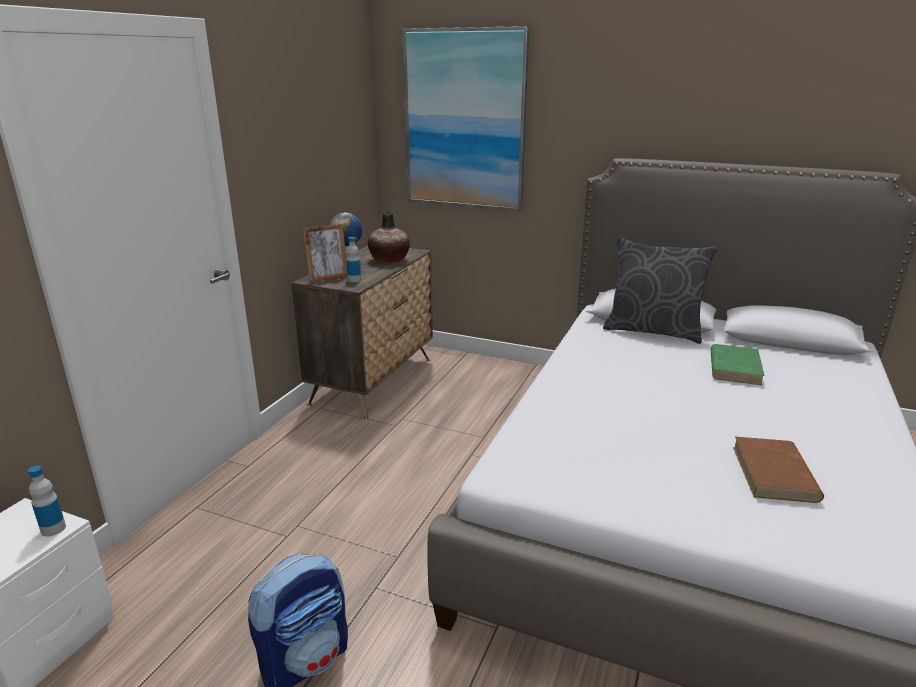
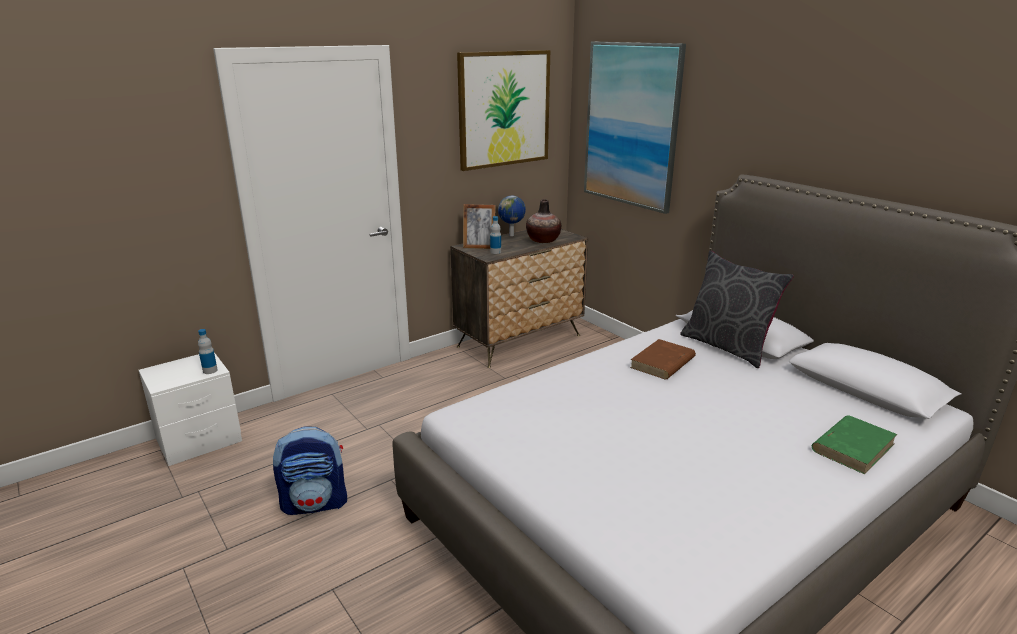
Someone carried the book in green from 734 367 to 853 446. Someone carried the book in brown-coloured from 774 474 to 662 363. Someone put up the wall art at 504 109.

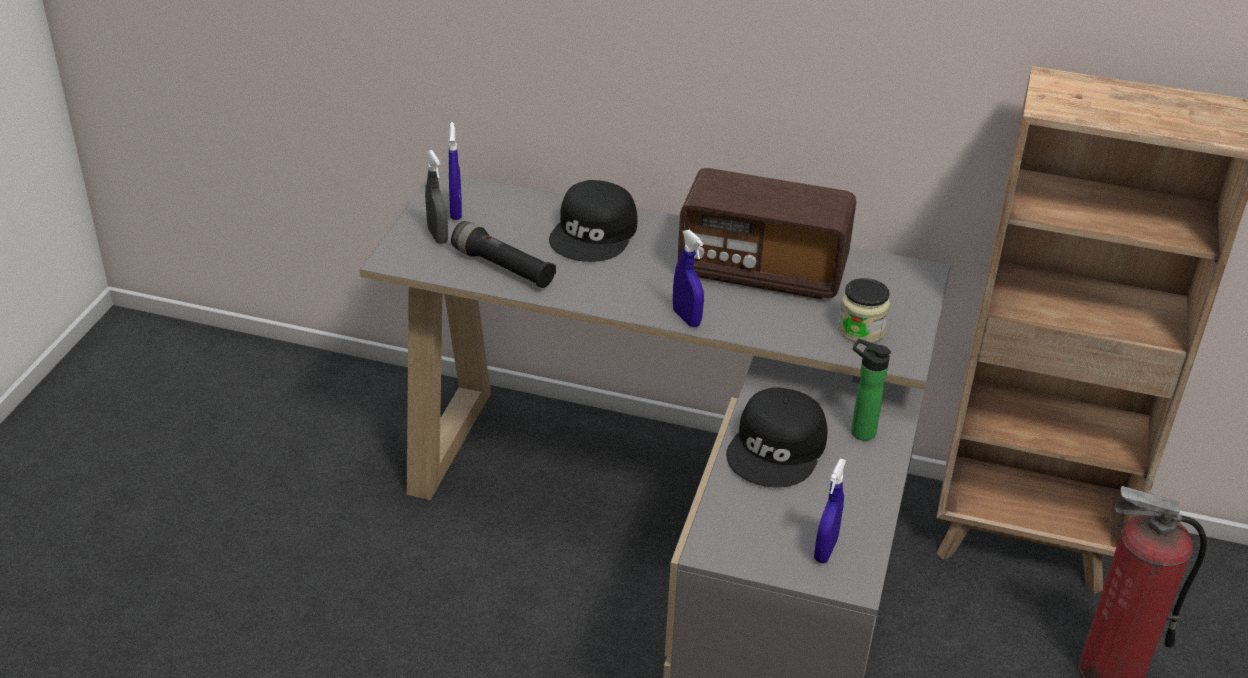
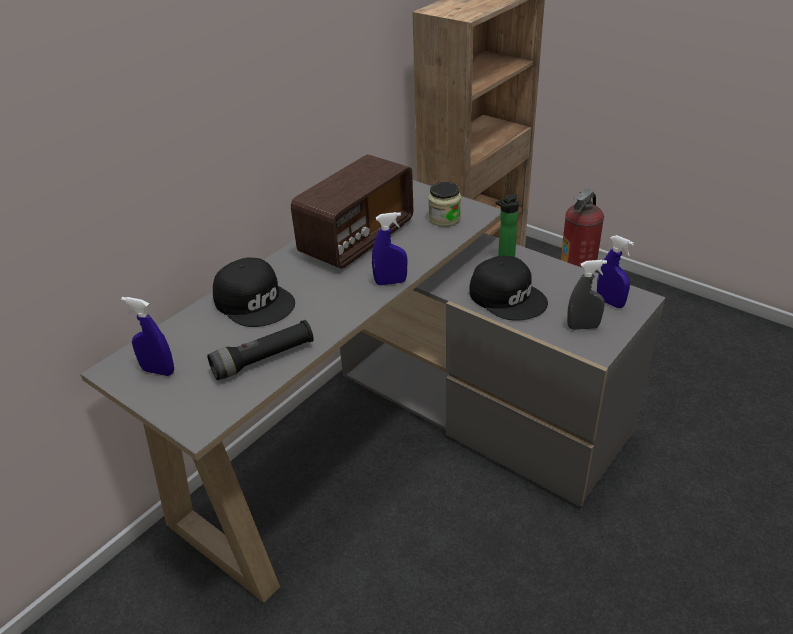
Someone carried the hand sprayer in grey from 438 236 to 583 327.

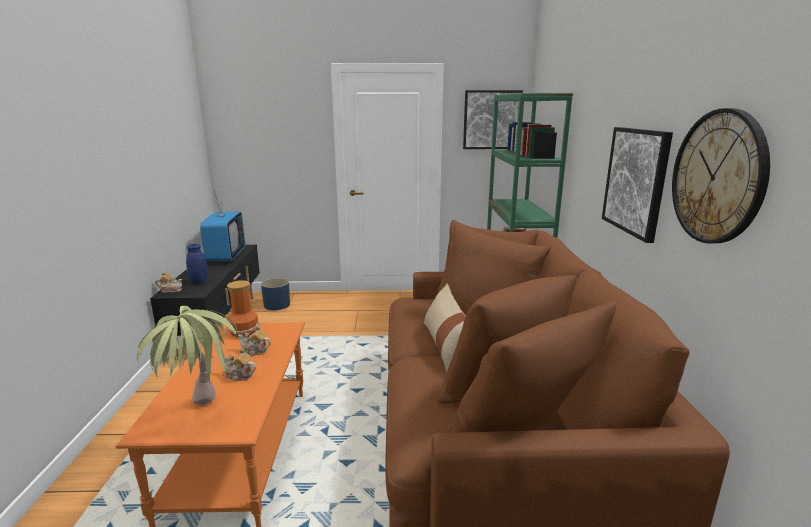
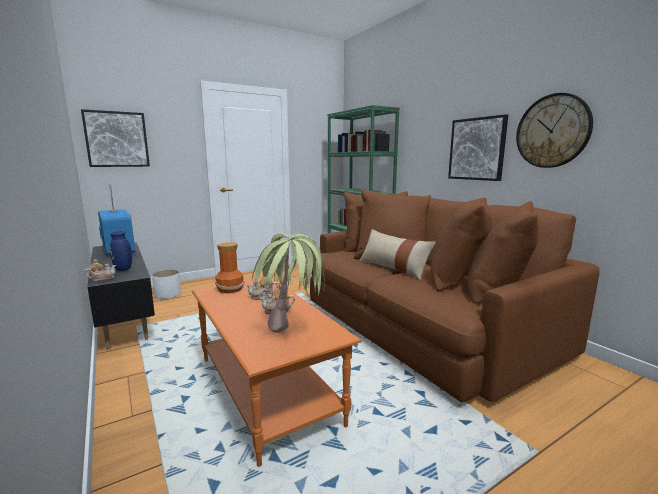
Someone repainted the flower pot in bluish at 277 305, which became the flower pot in white at 168 294. Someone carried the wall art from 491 120 to 117 139.

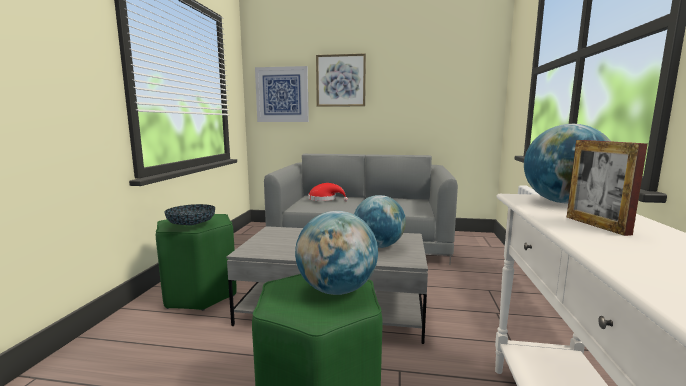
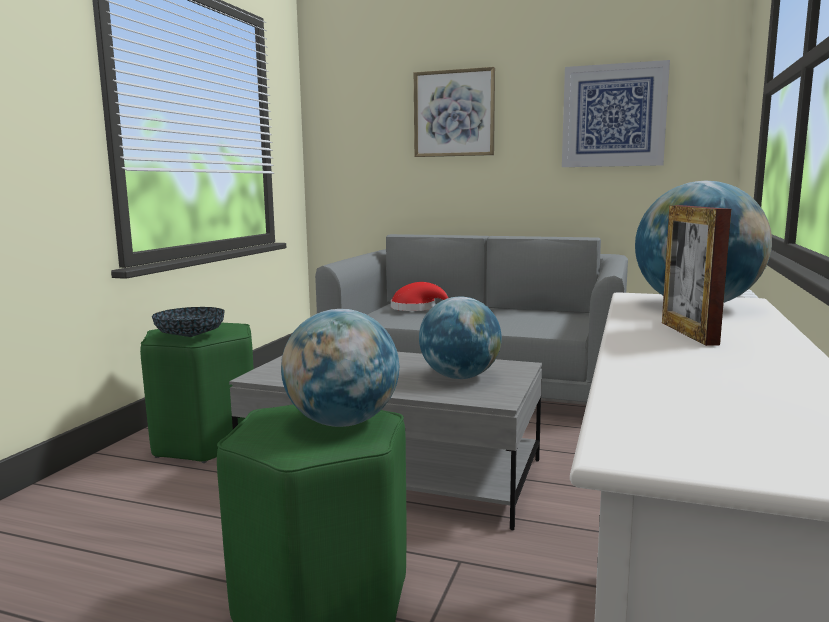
Someone carried the wall art from 282 94 to 613 116.

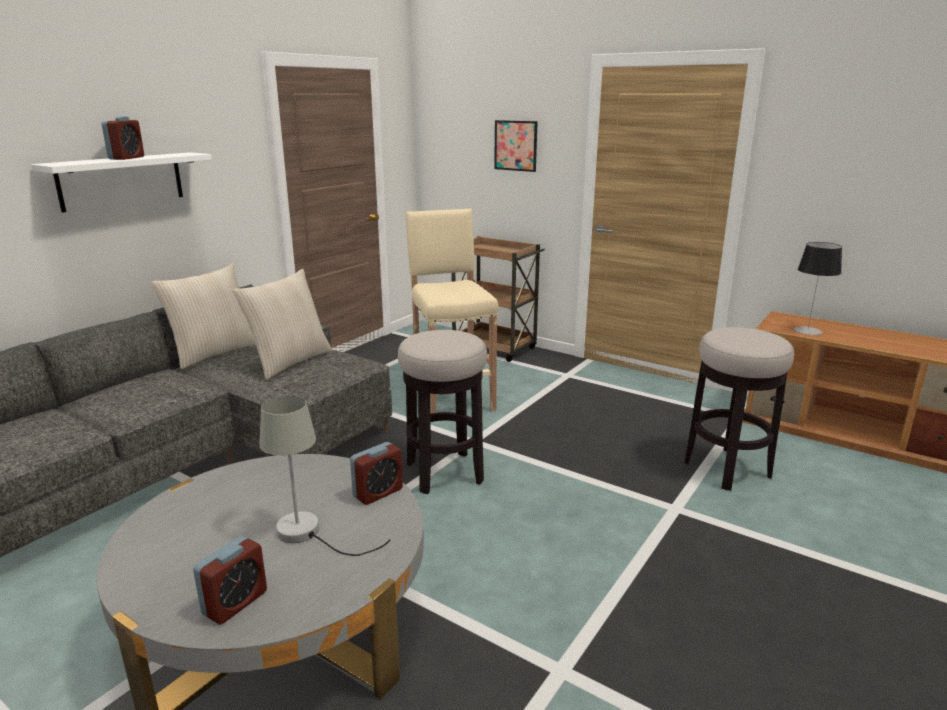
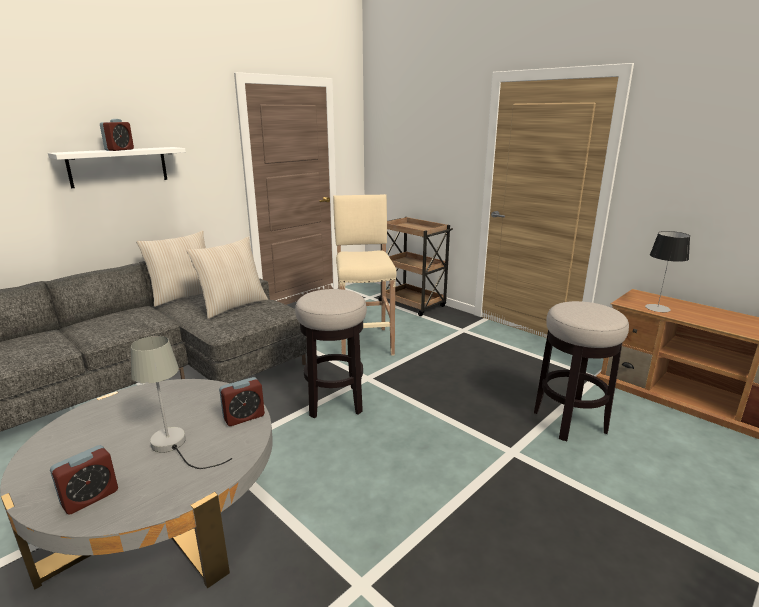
Someone took away the wall art at 515 145.

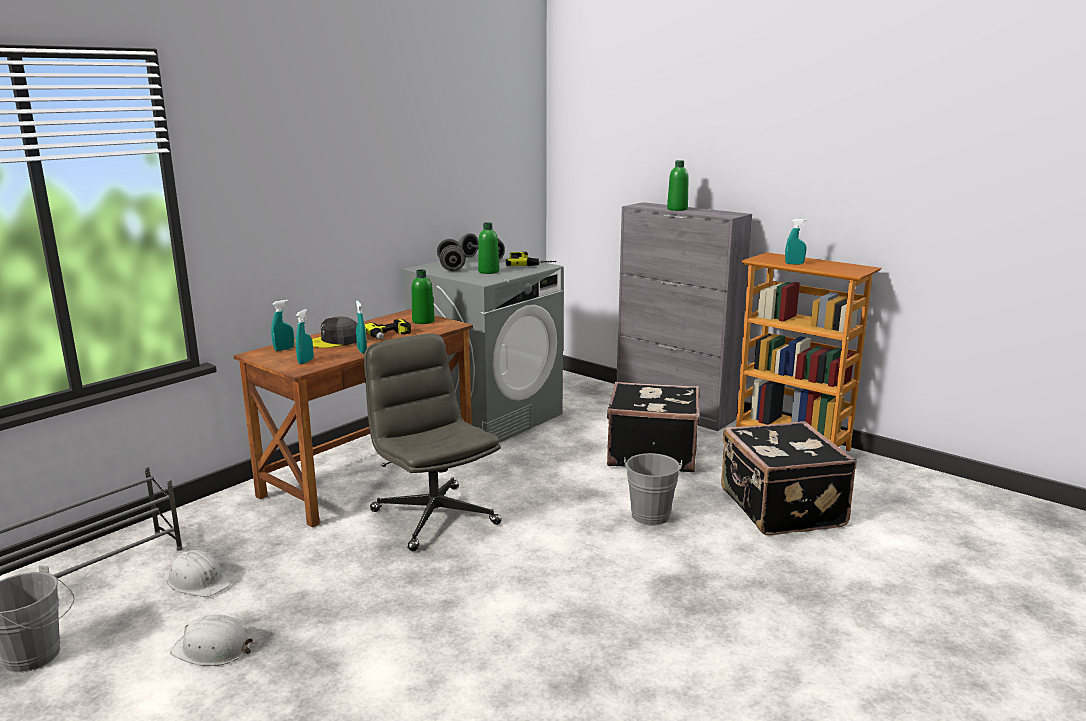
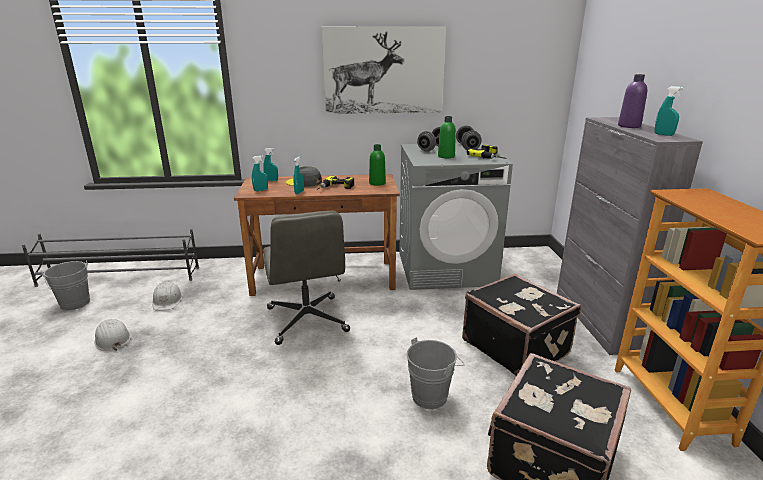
Someone rotated the desk chair in grey at 433 517 by 150 degrees clockwise. Someone repainted the drink bottle in green at 677 209, which became the drink bottle in purplish at 629 126. Someone carried the hand sprayer in turquoise from 794 264 to 663 134. Someone put up the wall art at 384 71.

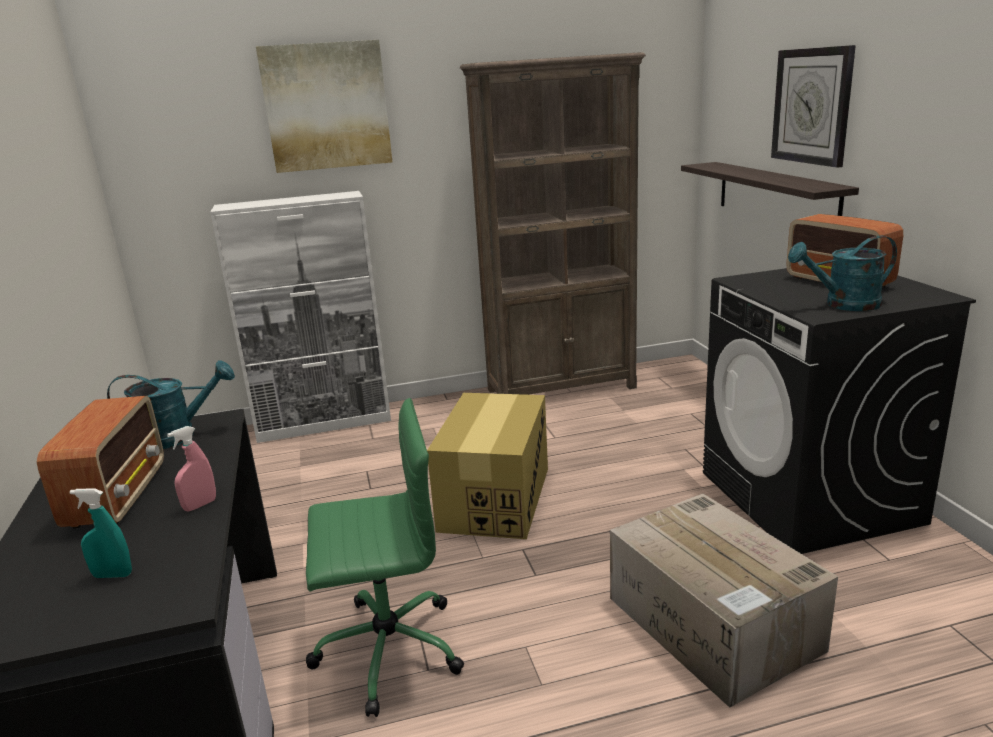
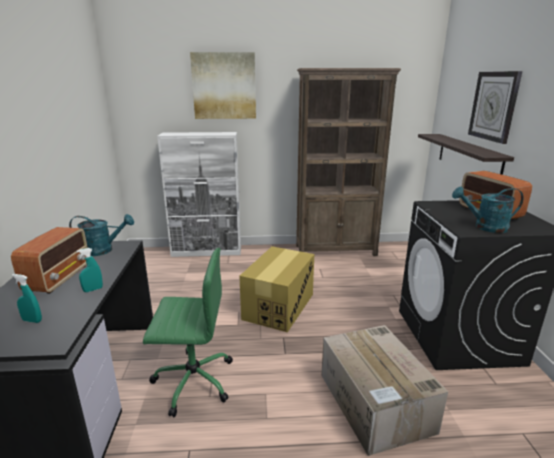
Someone repainted the hand sprayer in pinkish at 200 505, which became the hand sprayer in turquoise at 93 289.

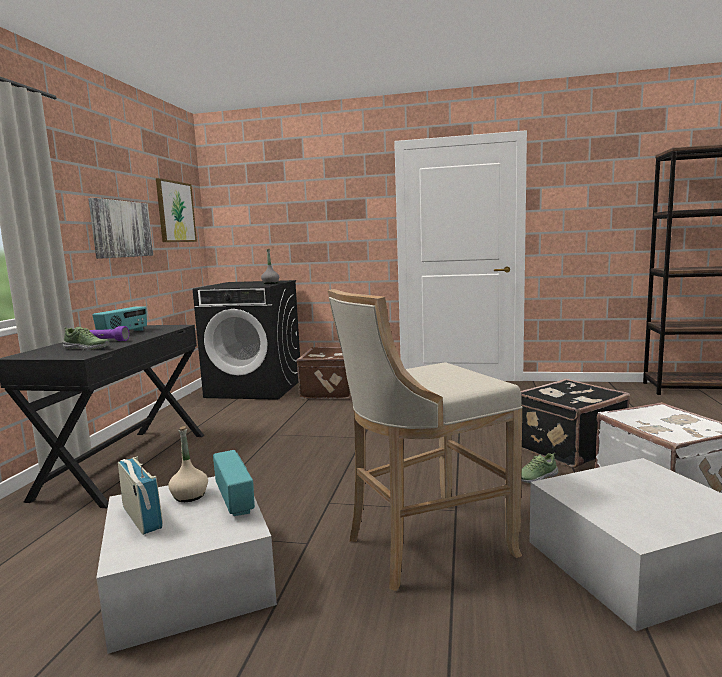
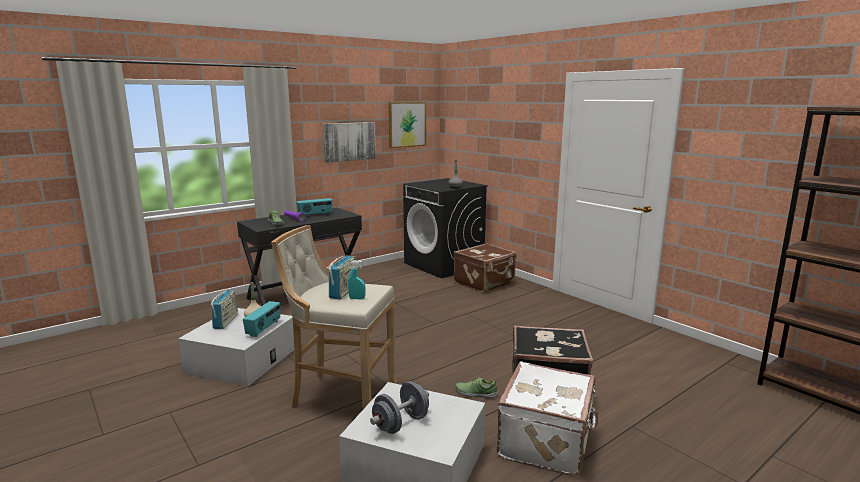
Someone put down the radio at 344 291. Someone put down the hand sprayer in turquoise at 357 298. Someone put down the free weight in grey at 401 423.

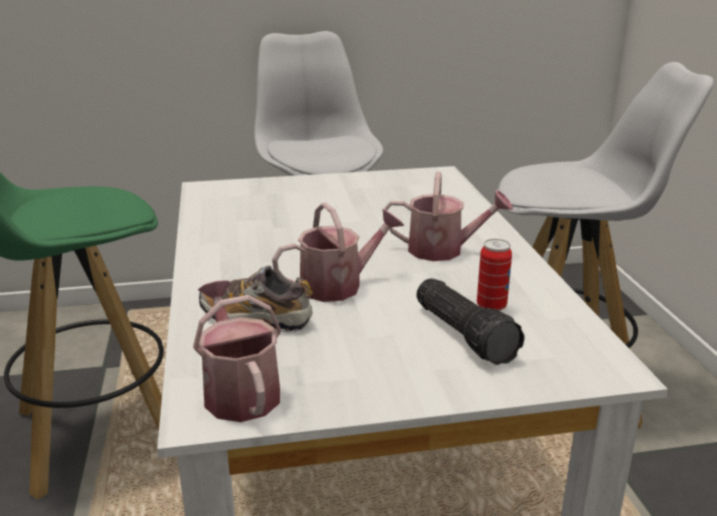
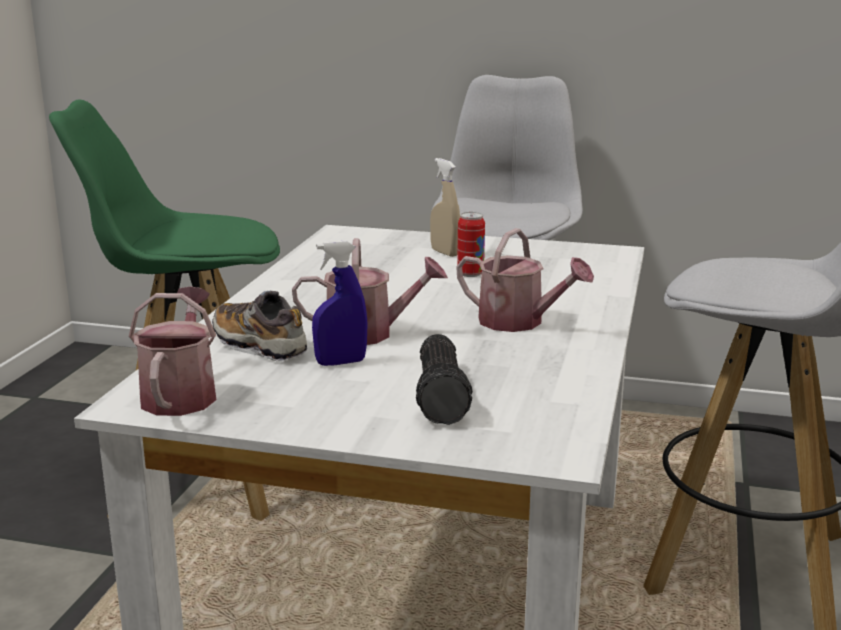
Someone carried the metal can from 491 306 to 470 274. Someone put down the hand sprayer in bluish at 341 362. Someone put down the hand sprayer in beige at 444 253.

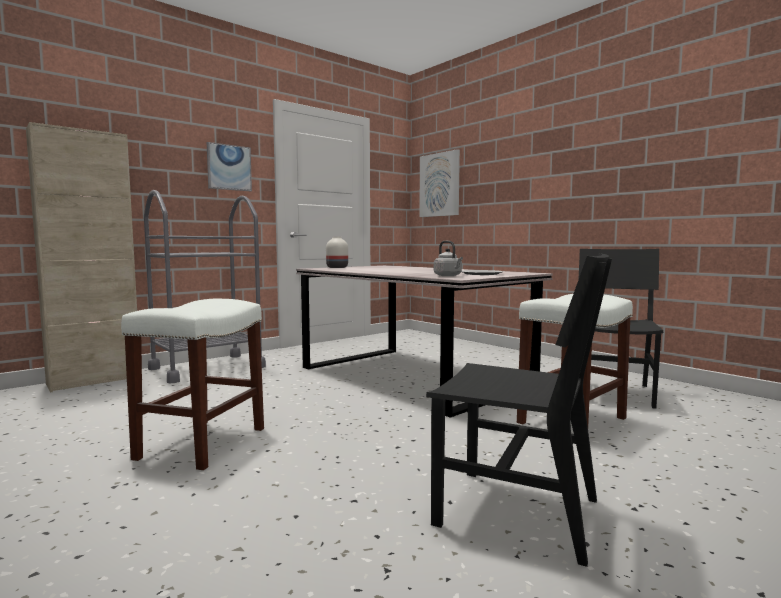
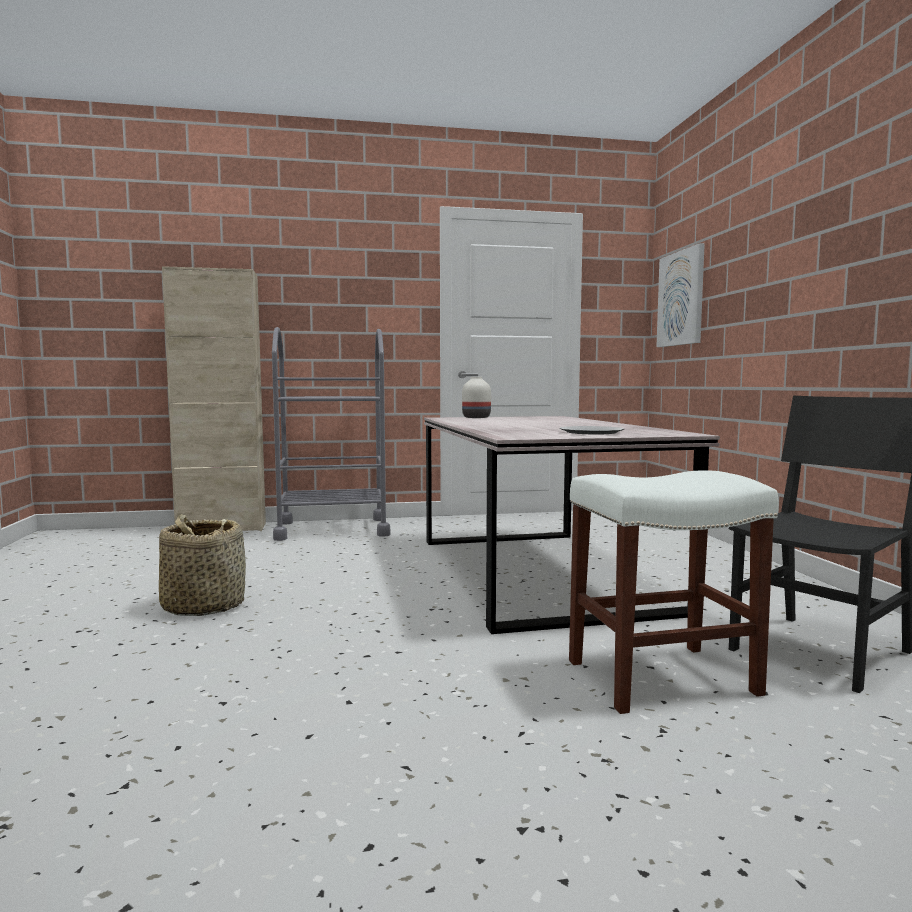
Someone swapped the stool in white at 202 442 for the storage basket at 203 606. Someone took away the wall art at 229 167. Someone took away the plain chair in black at 518 512. Someone took away the water kettle in grey at 448 276.

